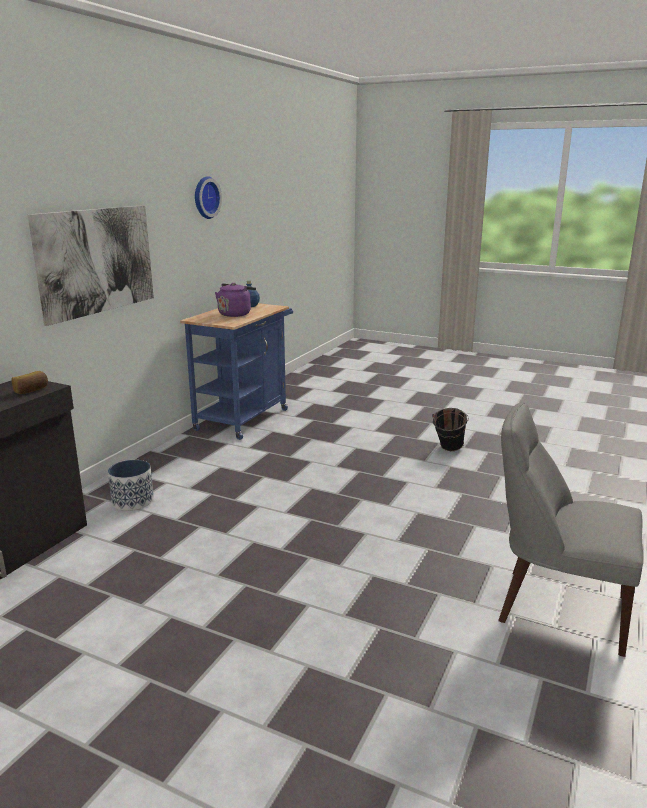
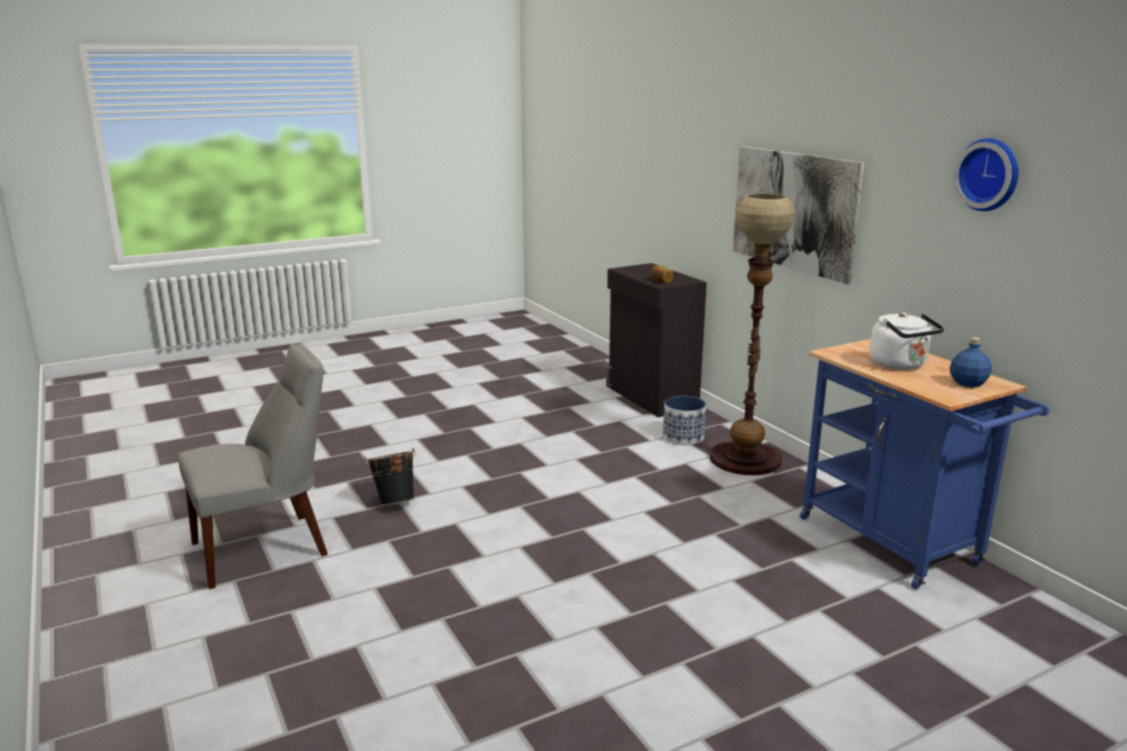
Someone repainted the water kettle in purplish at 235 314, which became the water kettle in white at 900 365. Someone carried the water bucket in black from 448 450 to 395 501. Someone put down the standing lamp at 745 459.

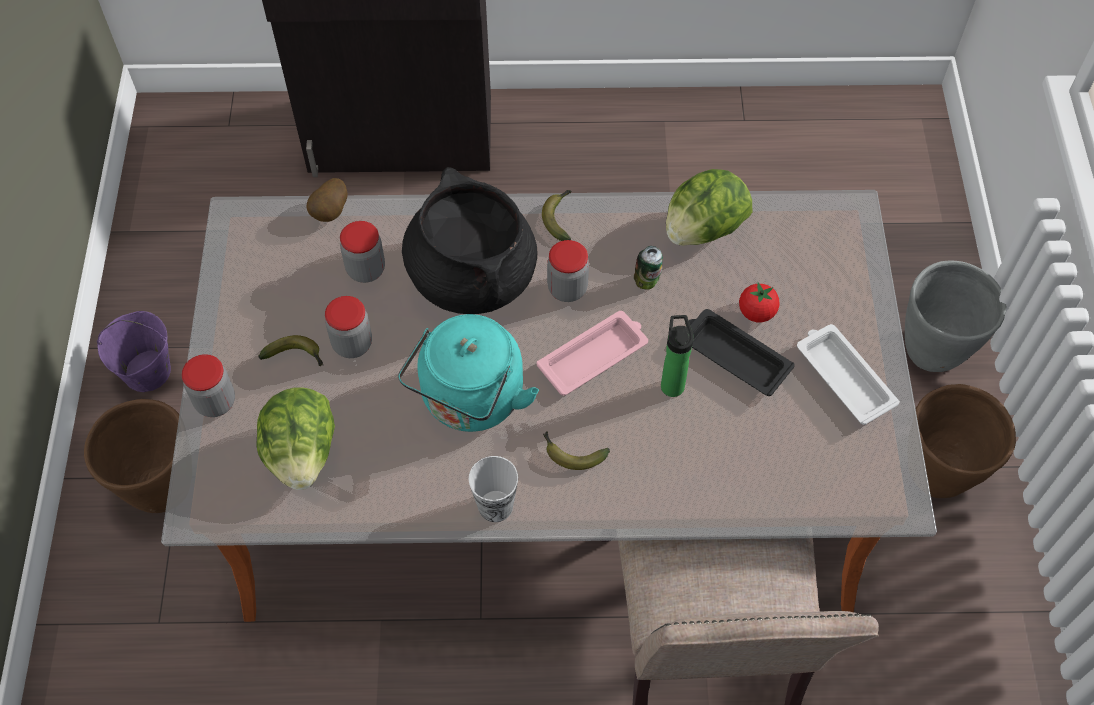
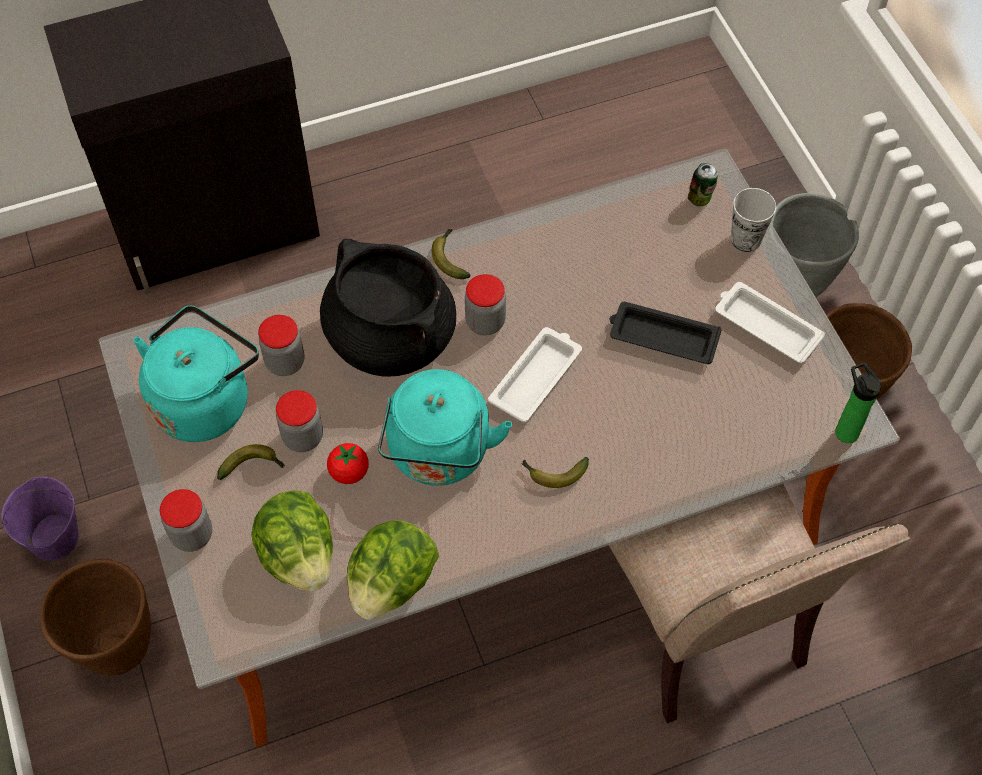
Someone took away the whole potato at 331 212. Someone carried the drinking cup from 495 506 to 745 239. Someone repainted the serving tray in pinkish at 594 356, which became the serving tray in white at 536 377. Someone carried the metal can from 647 281 to 700 198. Someone carried the drink bottle from 672 383 to 844 430. Someone carried the head of lettuce from 703 229 to 391 583. Someone carried the whole tomato from 756 312 to 349 472. Someone put down the water kettle in turquoise at 205 400.

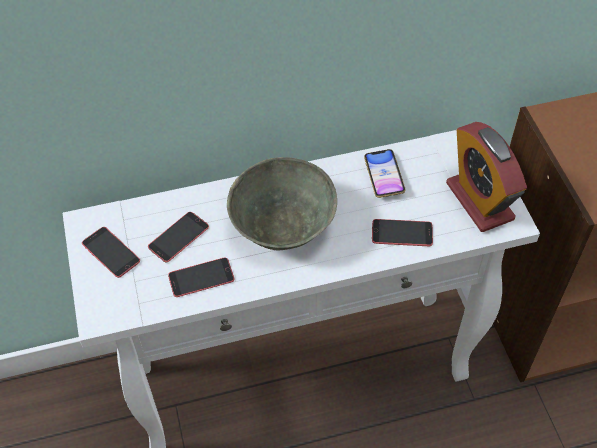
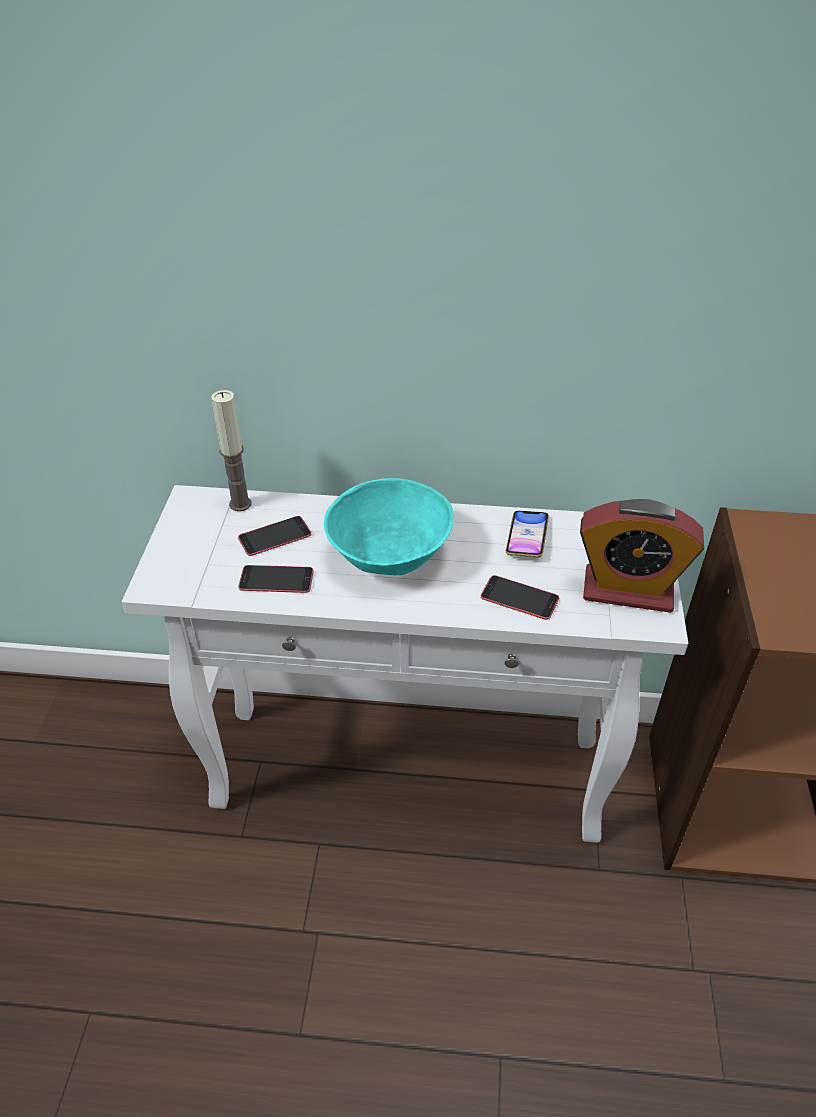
Someone took away the handset at 111 252. Someone repainted the serving bowl in grey at 281 225, which became the serving bowl in turquoise at 388 554. Someone rotated the bedside clock at 479 201 by 75 degrees counterclockwise. Someone put down the wax candle at 240 504.

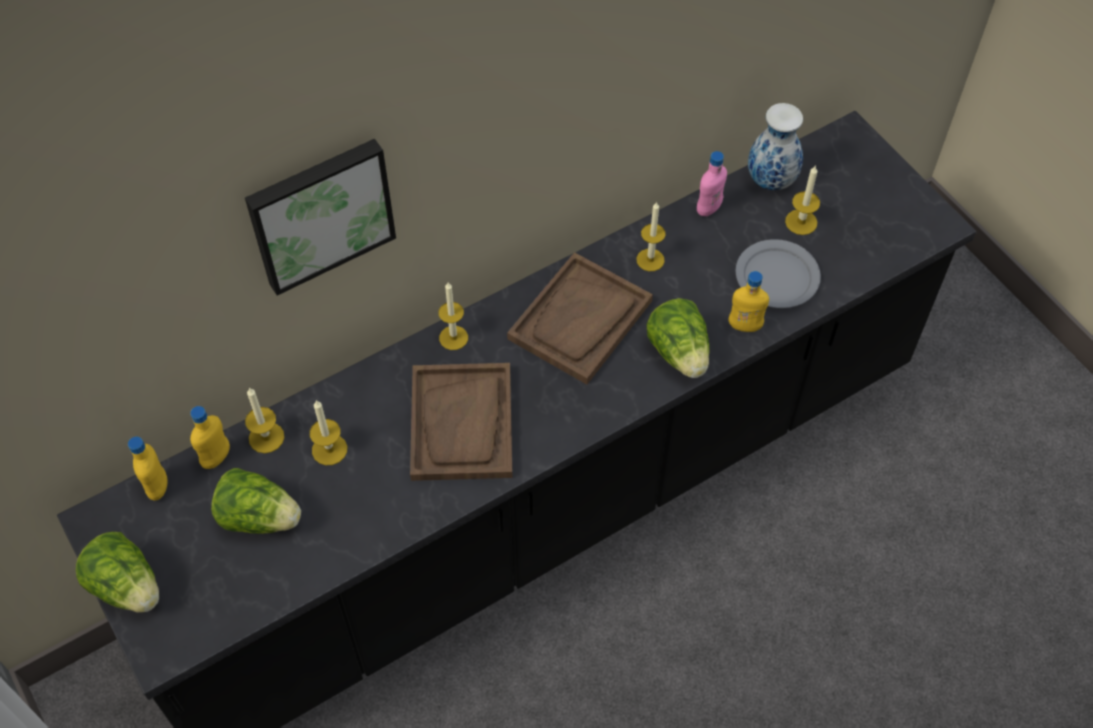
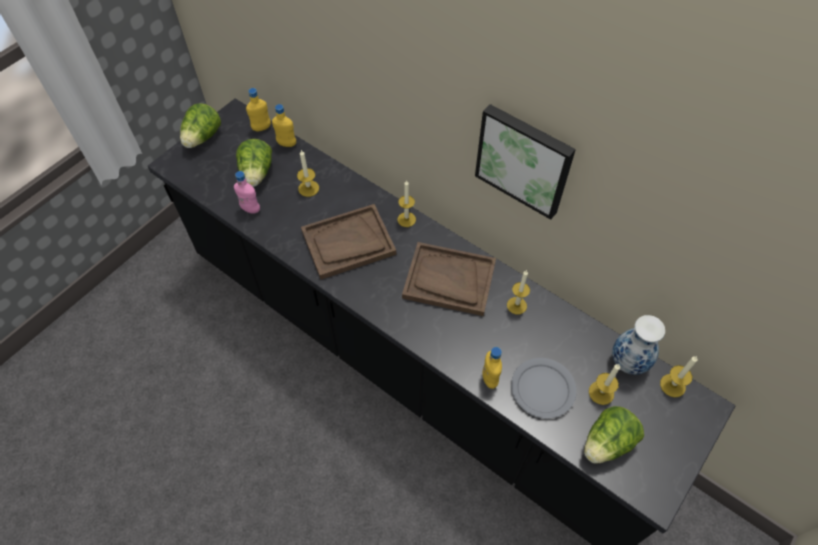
Someone carried the wall art from 320 213 to 524 160. Someone carried the wax candle from 266 437 to 672 385. Someone carried the head of lettuce from 679 353 to 607 443. Someone carried the drink bottle in pinkish from 708 208 to 250 209.

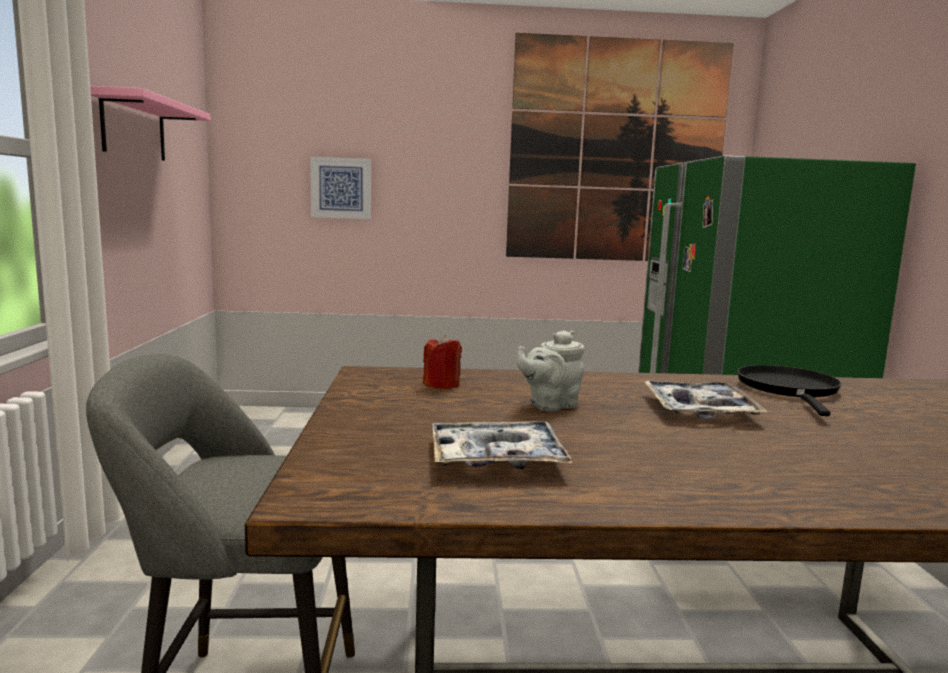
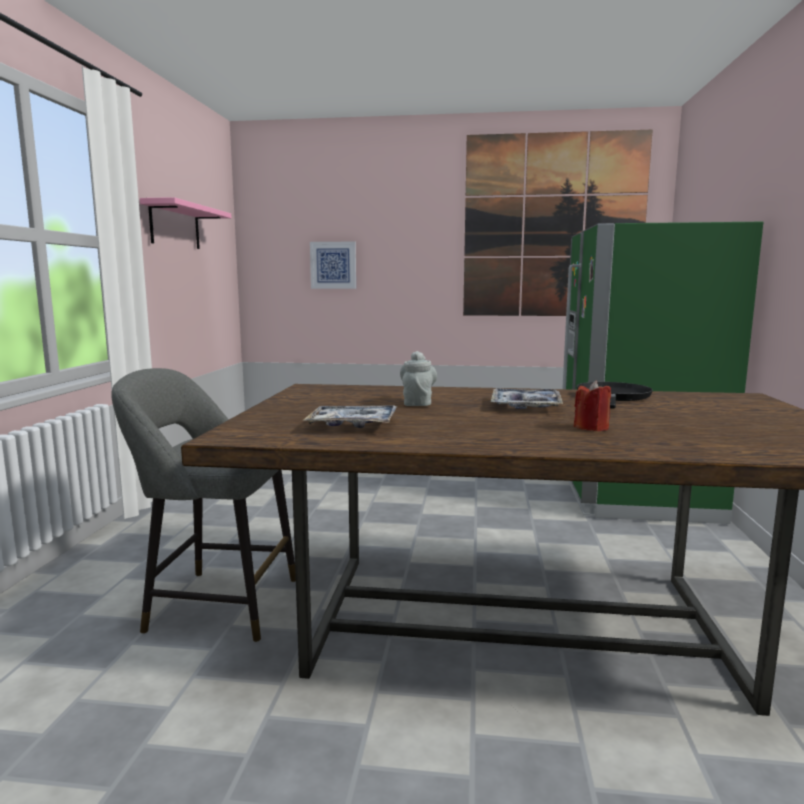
Someone carried the wax candle in reddish from 442 385 to 591 428. Someone rotated the pot for tea in grey at 550 405 by 120 degrees clockwise.

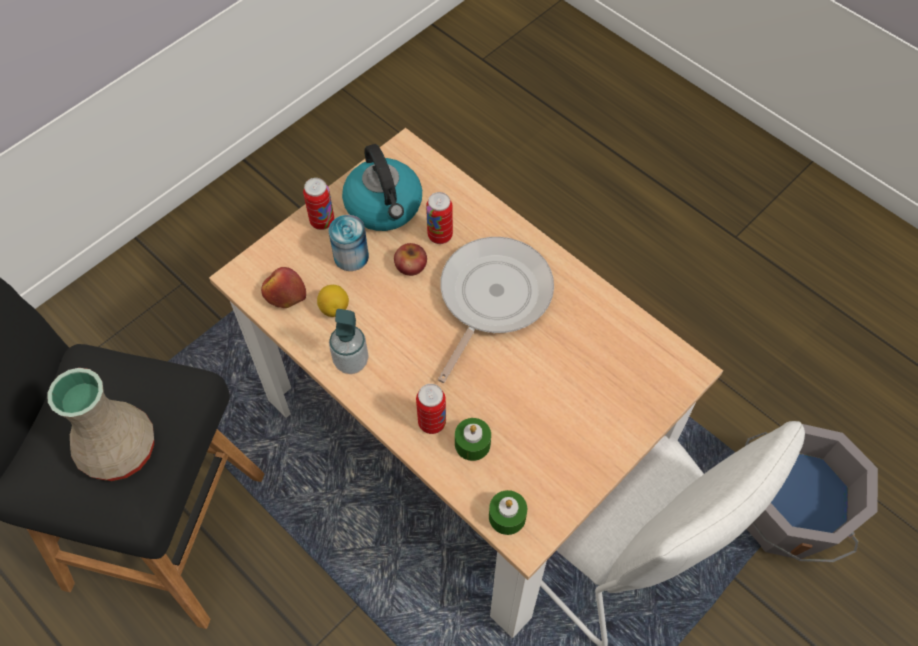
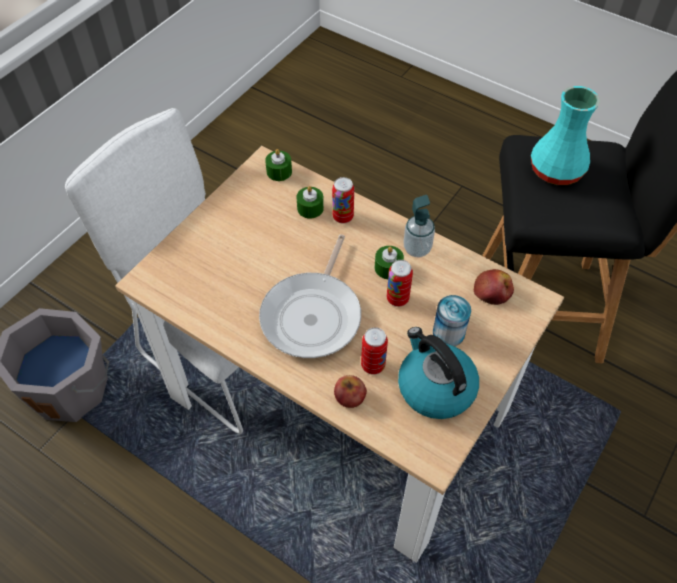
Someone repainted the flower vase in beige at 118 448, which became the flower vase in turquoise at 557 171. Someone carried the metal can from 322 221 to 397 299. Someone took away the whole lemon at 334 308. Someone carried the apple fruit from 411 266 to 350 397. Someone put down the wax candle in green at 388 268.

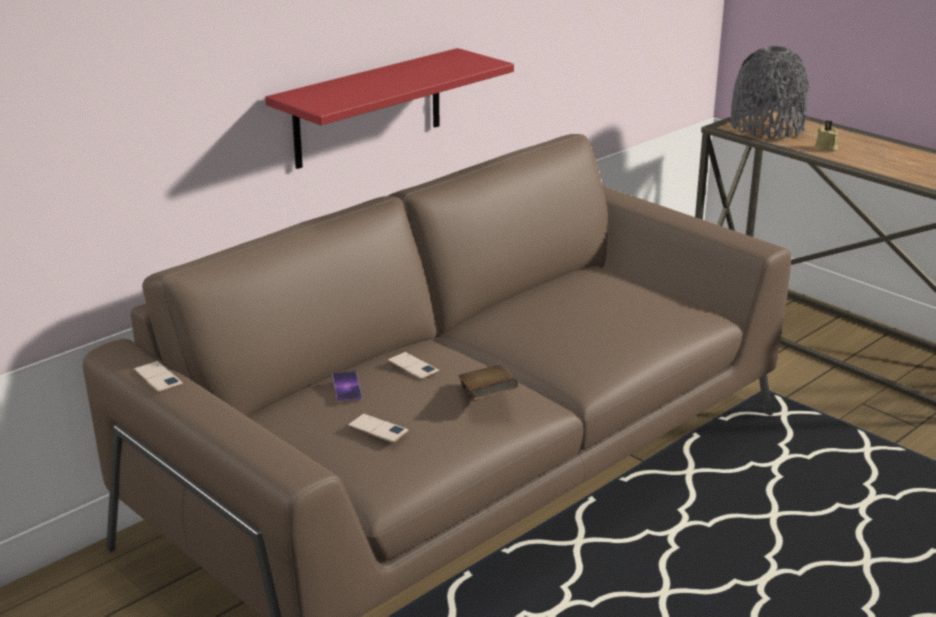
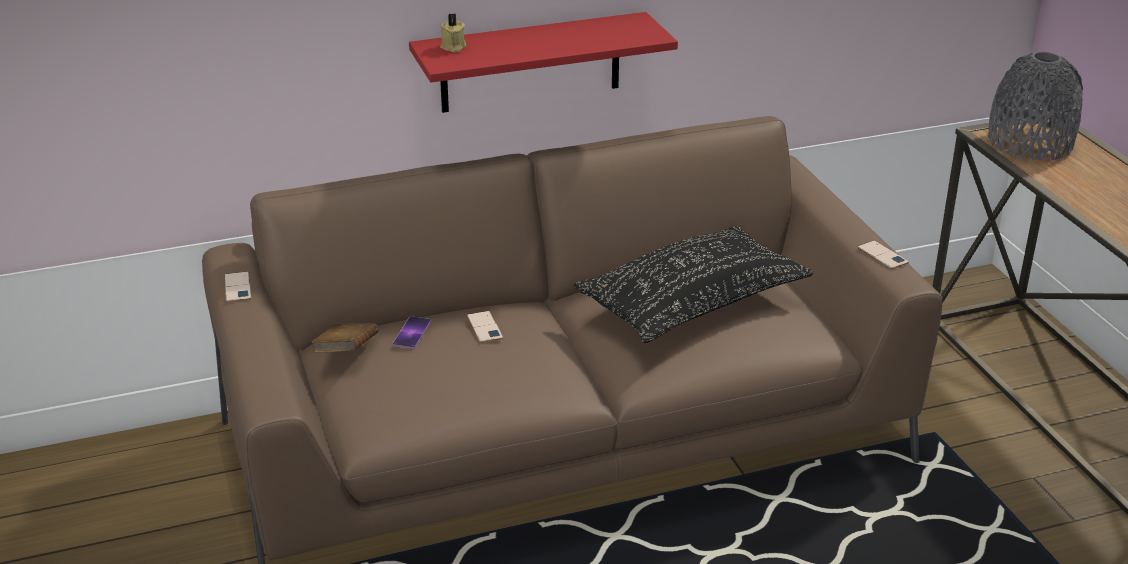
Someone carried the handset from 378 429 to 882 255. Someone carried the book in brown-coloured from 487 398 to 346 352. Someone carried the wax candle in beige from 826 148 to 453 47. Someone put down the pillow in black at 692 303.

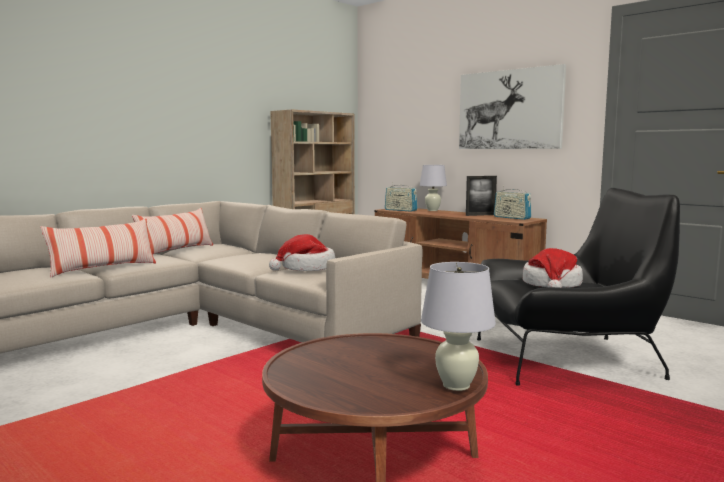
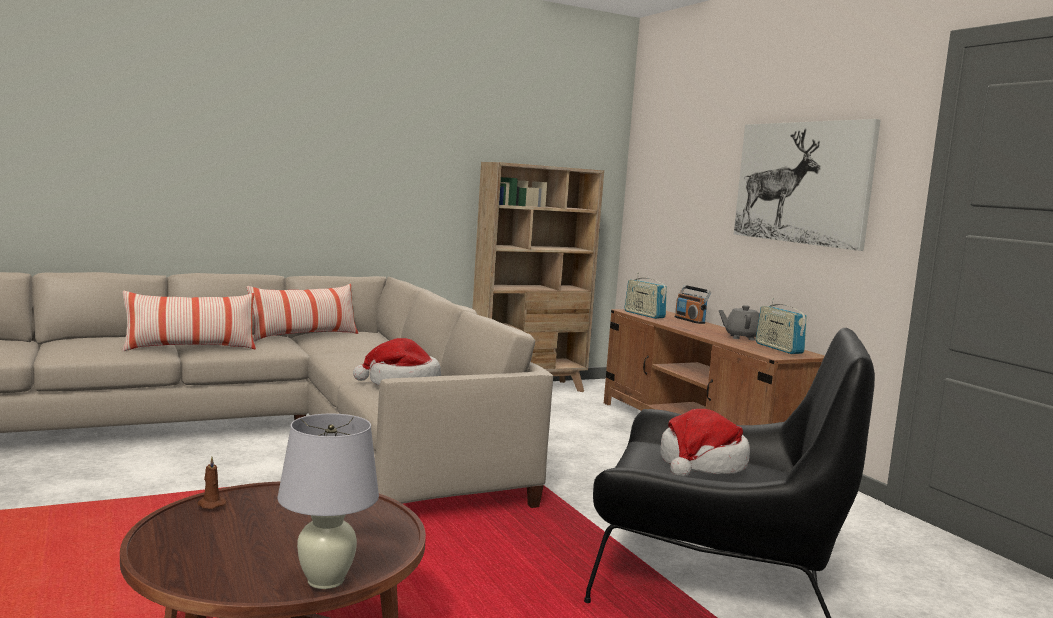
Someone swapped the table lamp in white at 432 210 for the radio at 690 320. Someone swapped the photo frame at 480 215 for the pot for tea in grey at 742 337. Someone put down the wax candle in brown-coloured at 210 504.

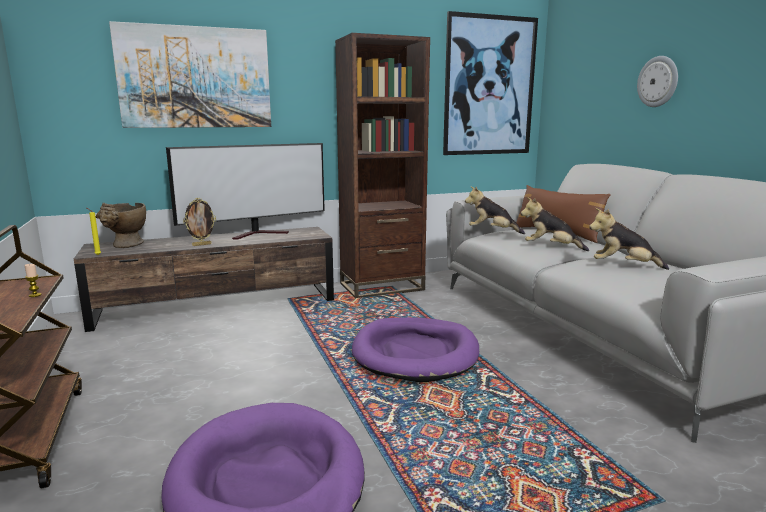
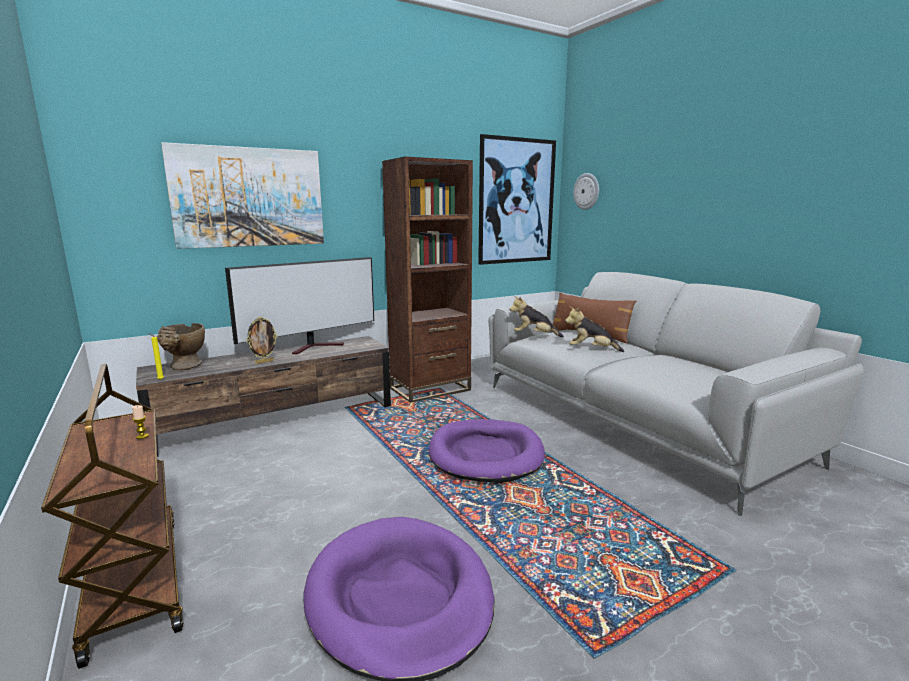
Someone took away the cuddly toy at 623 266. Someone carried the clock on the wall from 658 81 to 586 191.

